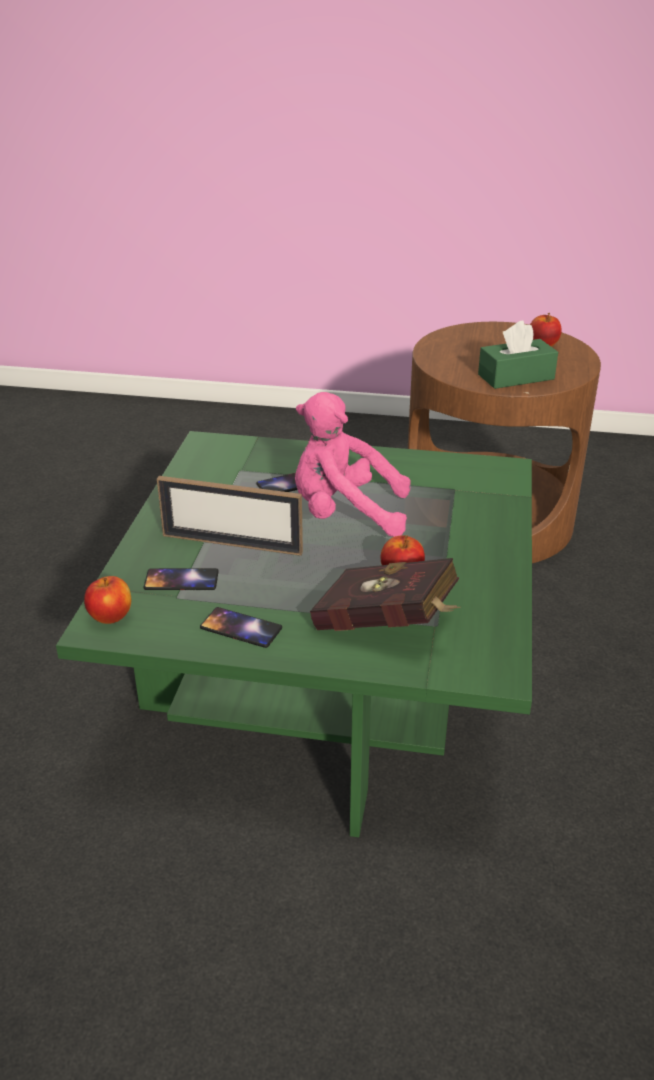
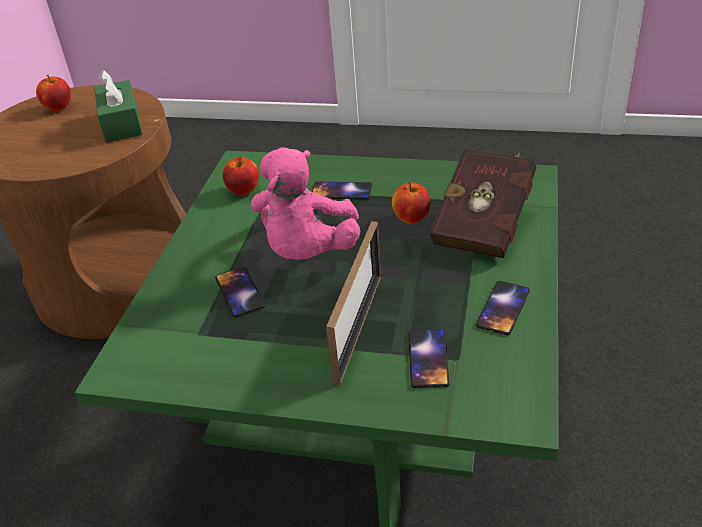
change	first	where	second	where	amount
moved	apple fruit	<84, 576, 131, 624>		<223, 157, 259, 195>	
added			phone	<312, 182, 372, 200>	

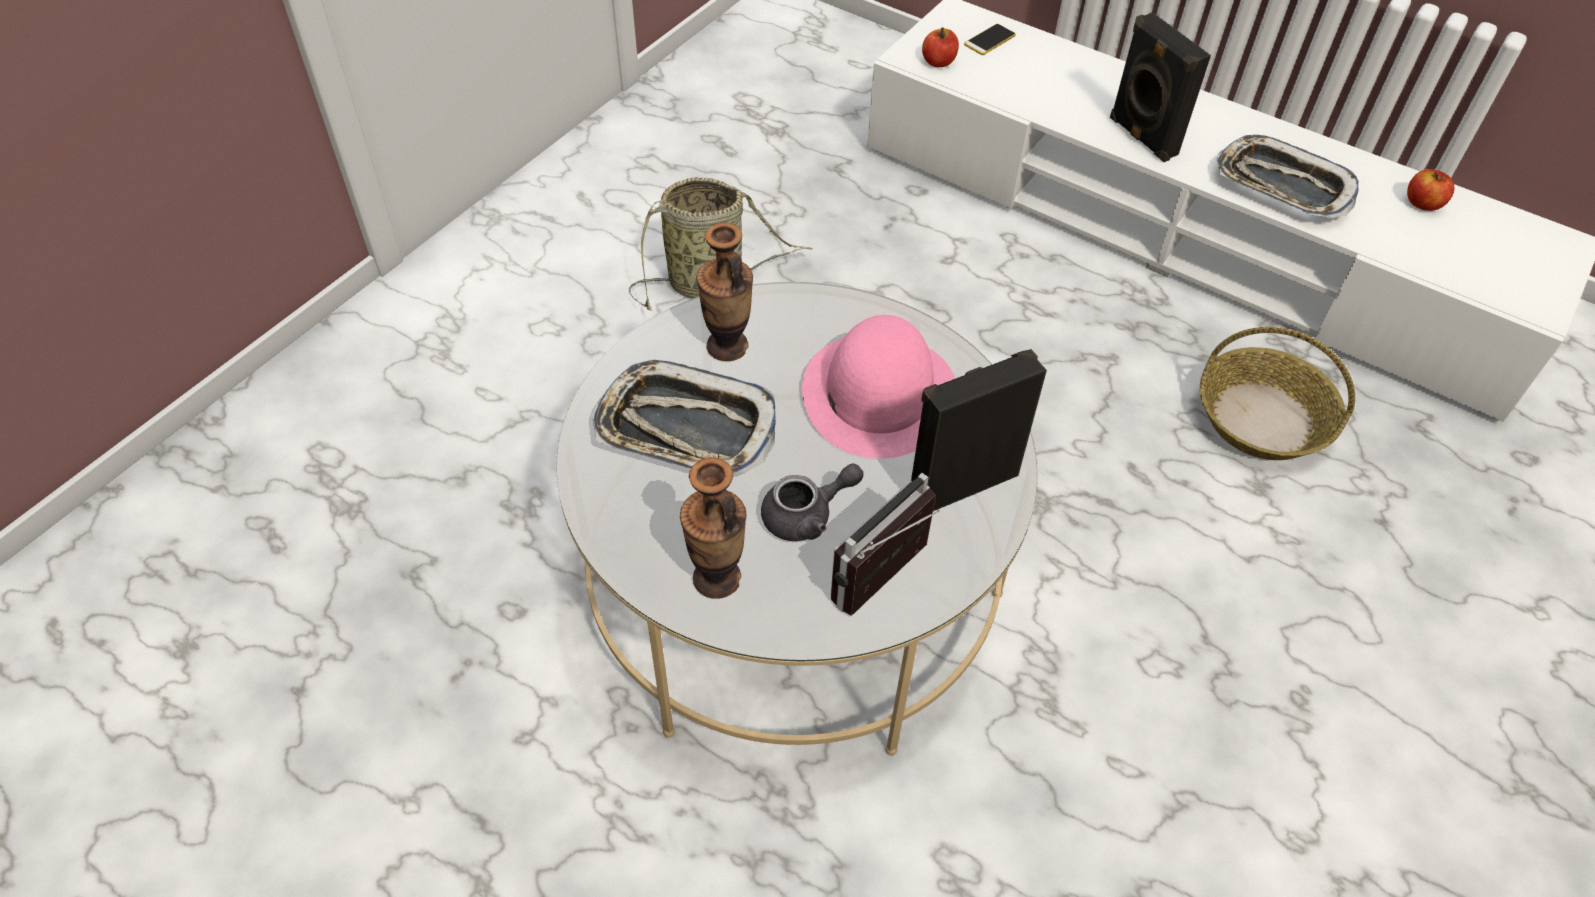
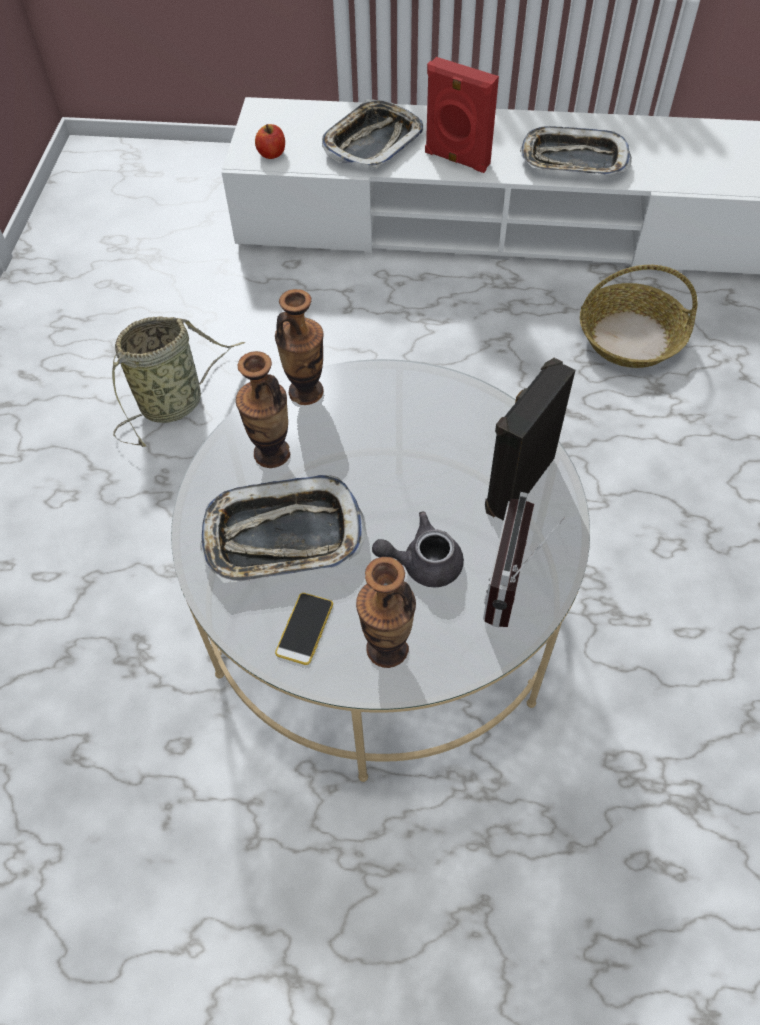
change	first	where	second	where	amount
added			flower vase	<275, 289, 323, 405>	
moved	phone	<964, 24, 1016, 55>		<275, 593, 333, 665>	
added			serving tray	<322, 99, 423, 168>	
turned	greyish pot for tea	<761, 464, 863, 541>		<372, 512, 464, 587>	135 degrees counterclockwise
recoloured	blackish speaker	<1110, 12, 1211, 162>	red speaker	<425, 57, 499, 173>	
removed	pinkish hat	<802, 315, 955, 459>			
removed	apple fruit	<1407, 169, 1454, 211>			

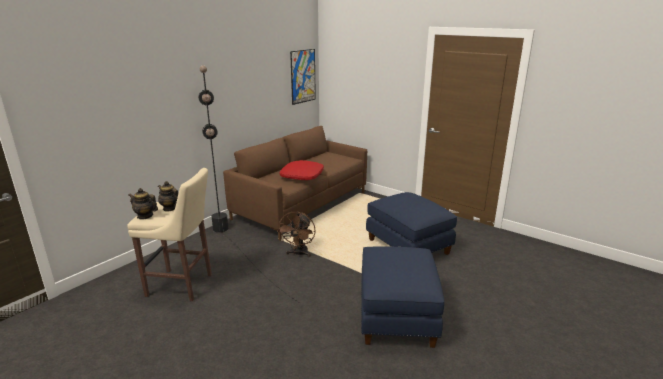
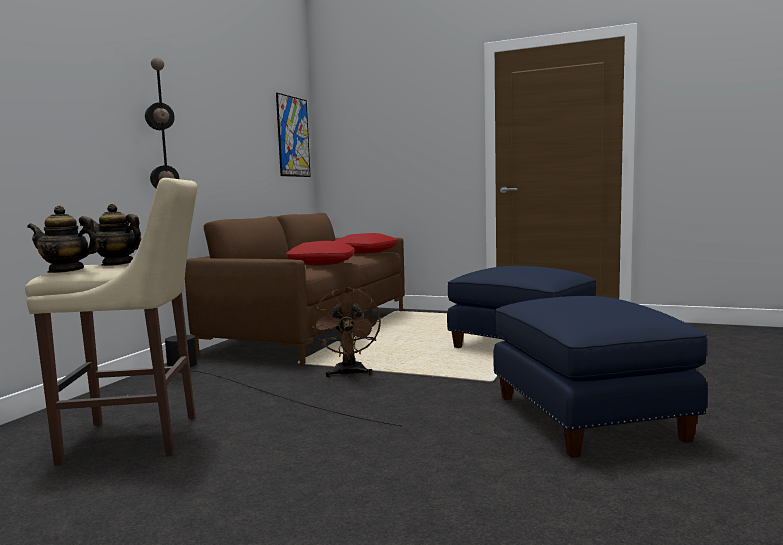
change	first	where	second	where	amount
added			red pillow	<335, 233, 398, 254>	

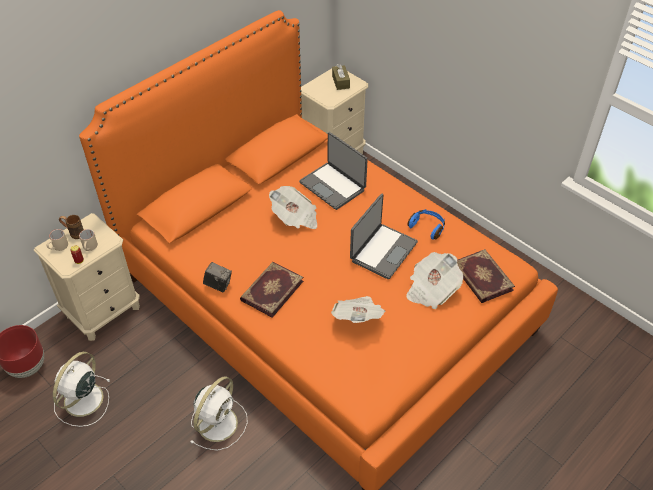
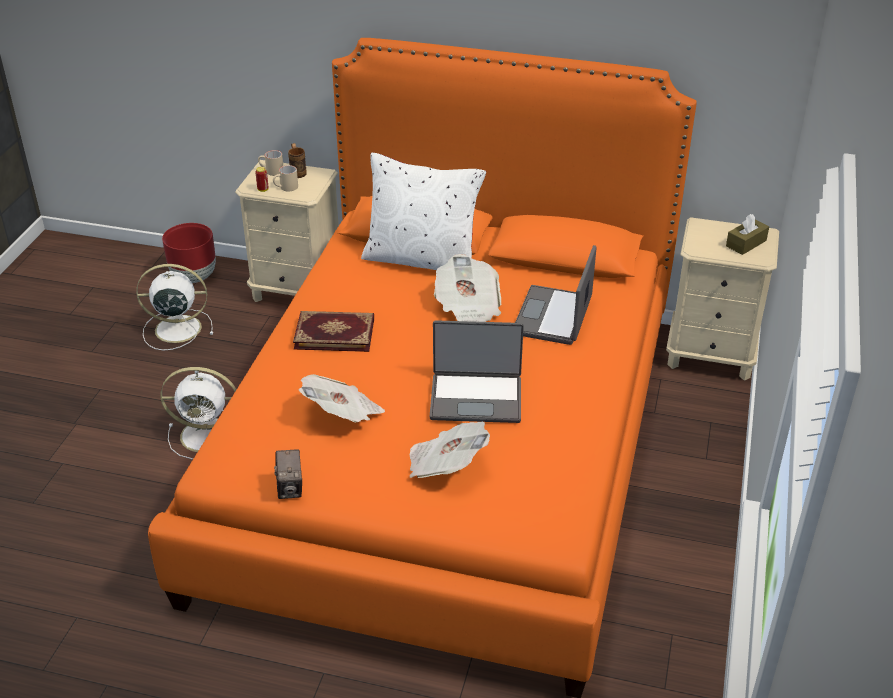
change	first	where	second	where	amount
moved	photo camera	<203, 262, 232, 292>		<274, 449, 302, 499>	
added			white pillow	<361, 153, 486, 270>	
removed	blue headset	<408, 209, 445, 240>			
removed	book	<457, 249, 515, 303>			

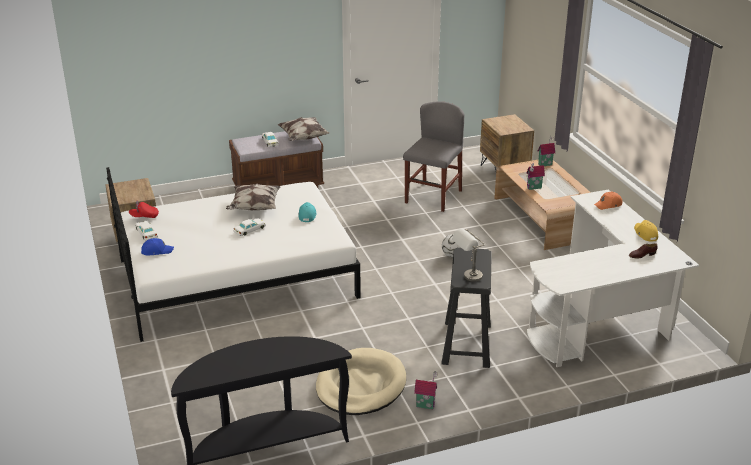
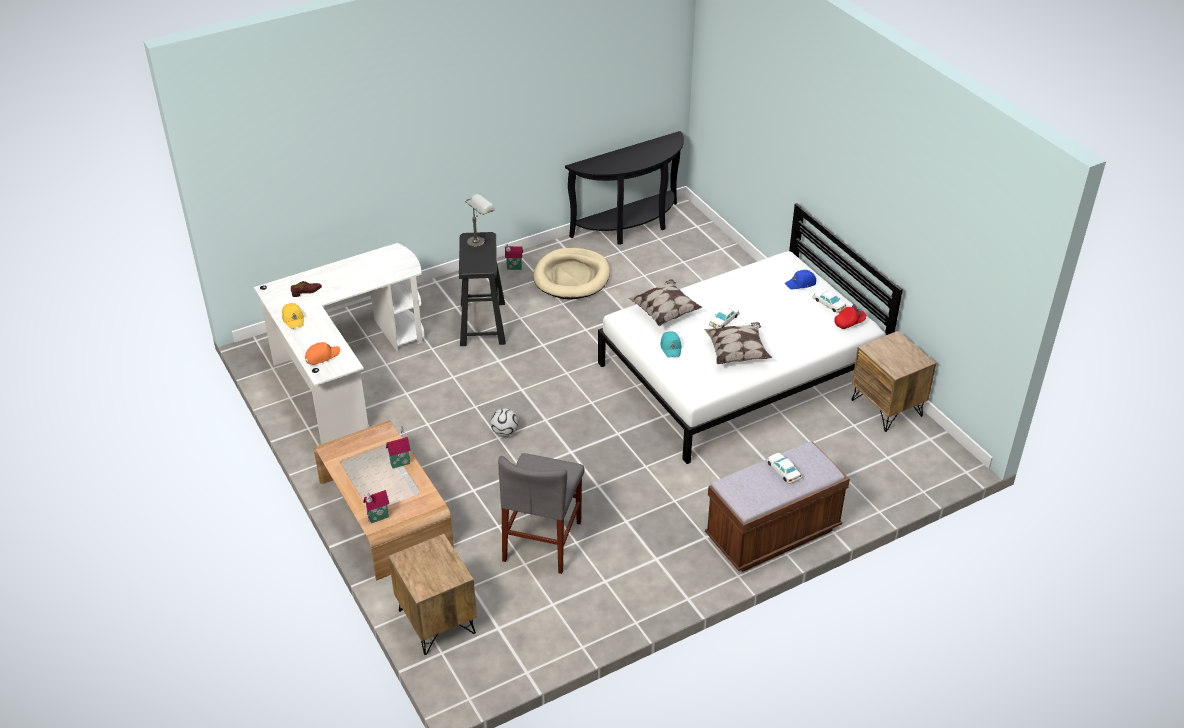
change	first	where	second	where	amount
moved	pillow	<277, 117, 329, 141>		<628, 279, 702, 326>	

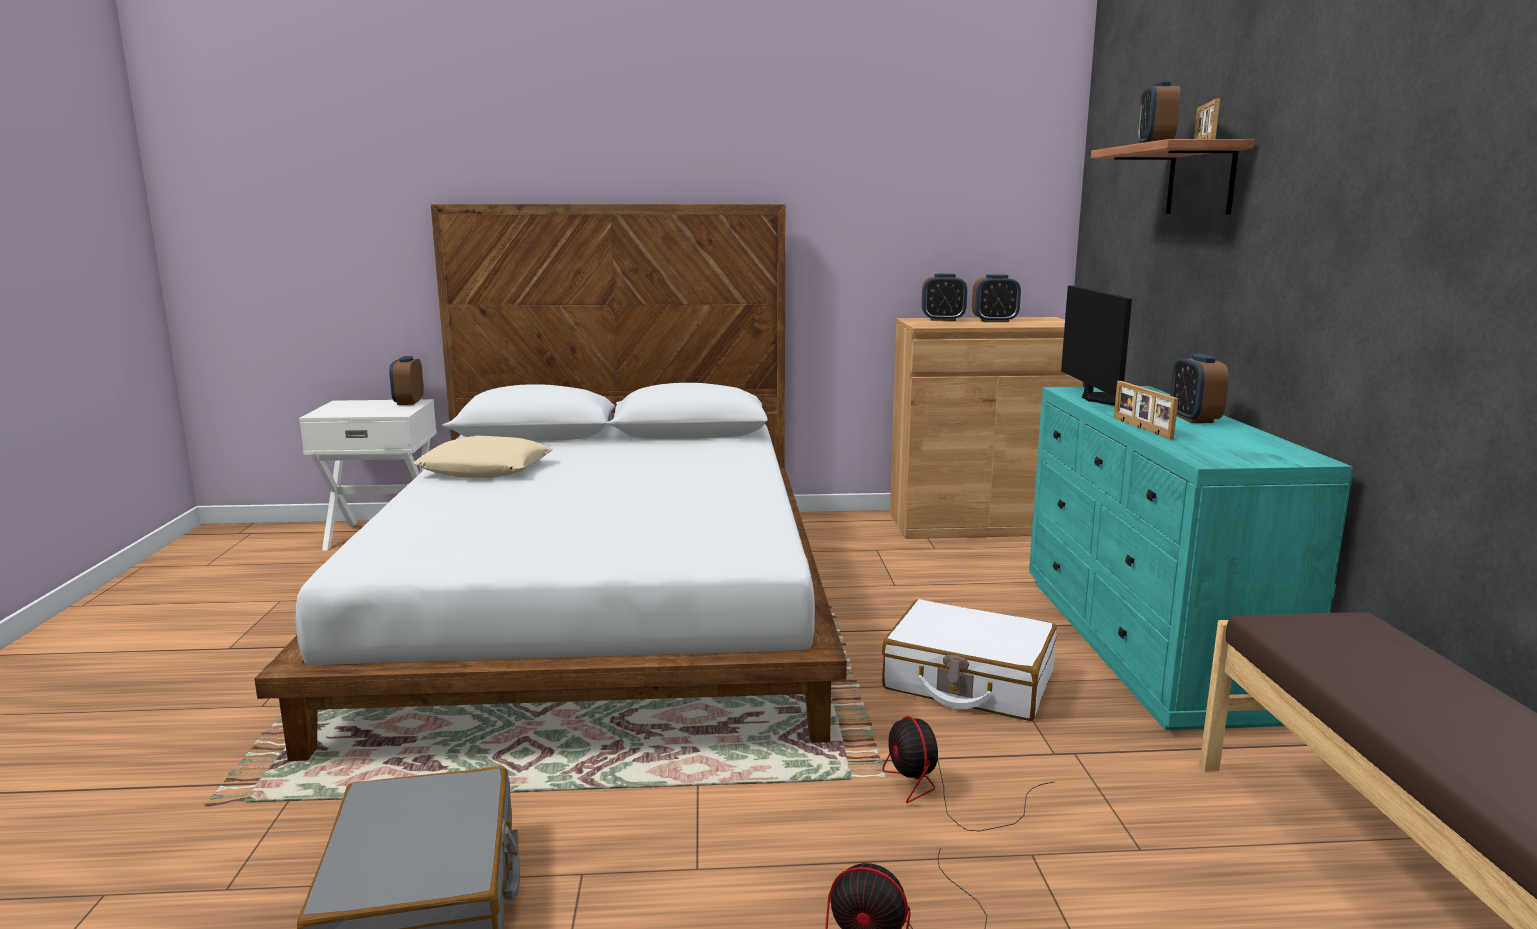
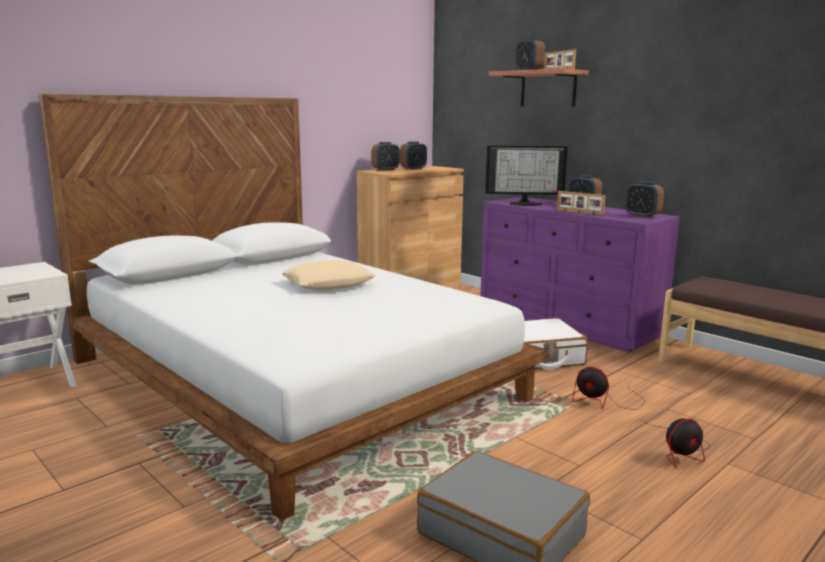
change	first	where	second	where	amount
moved	beige-coloured pillow	<413, 436, 553, 478>		<281, 260, 376, 291>	
recoloured	blue-green chest of drawers	<1029, 386, 1353, 730>	purplish chest of drawers	<481, 196, 680, 353>	
turned	monitor	<1061, 286, 1132, 406>		<485, 145, 568, 206>	135 degrees clockwise
moved	bedside clock	<389, 356, 424, 405>		<625, 181, 664, 218>	

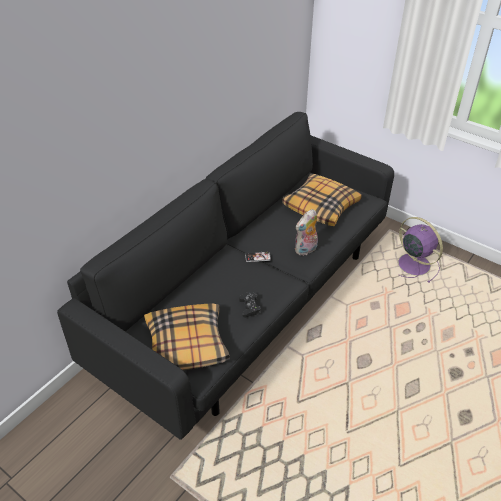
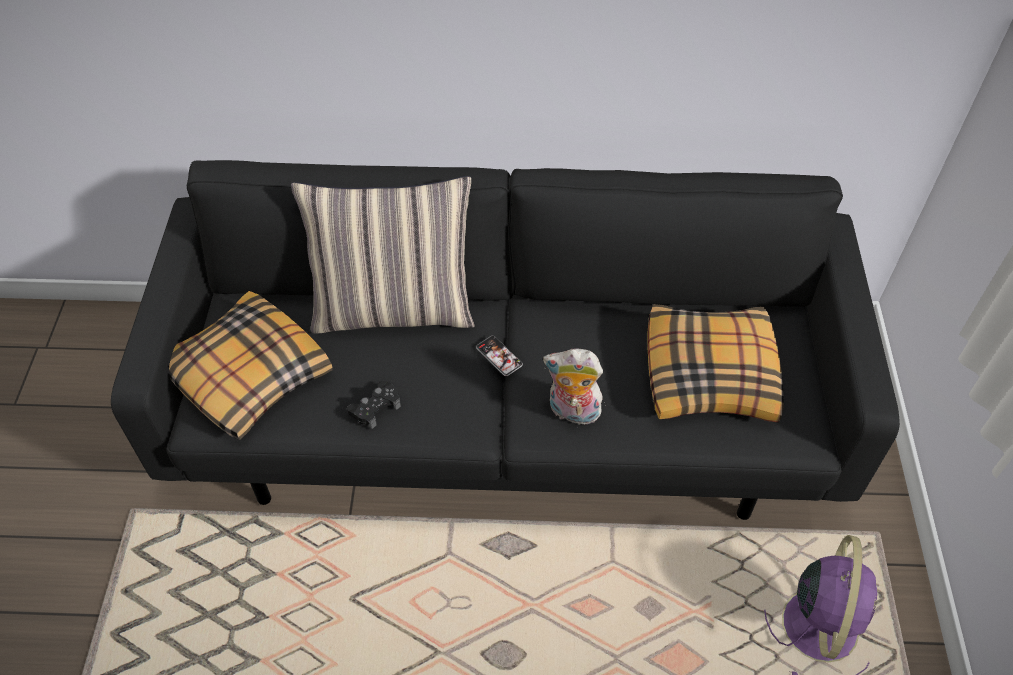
change	first	where	second	where	amount
added			pillow	<291, 176, 475, 334>	

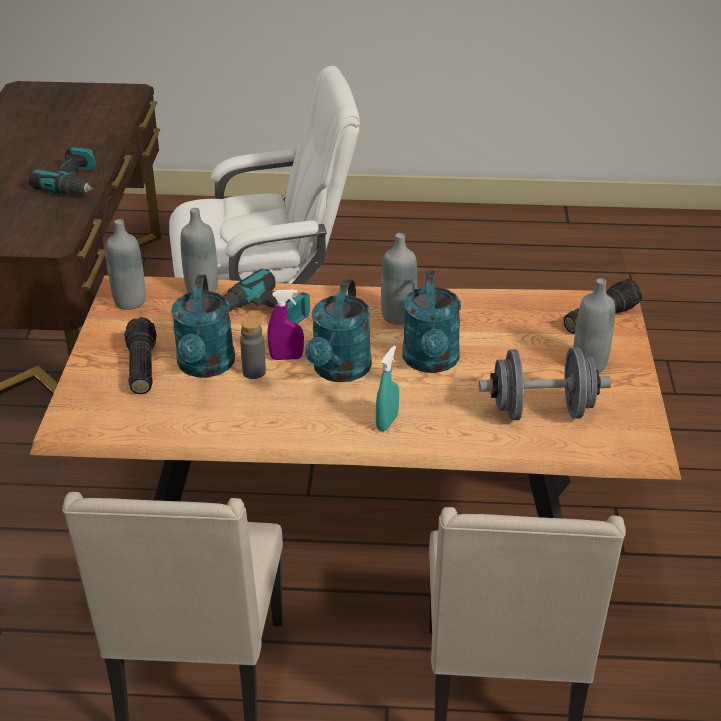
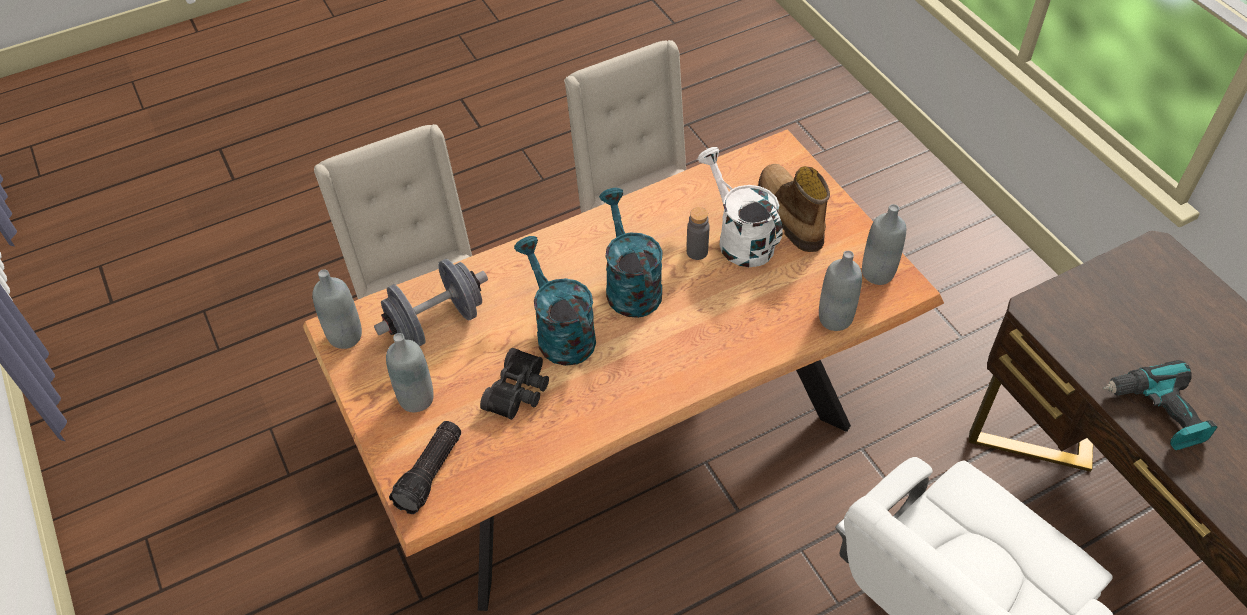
change	first	where	second	where	amount
moved	greyish beverage bottle	<381, 233, 417, 325>		<312, 269, 362, 349>	
added			blackish binoculars	<480, 348, 549, 420>	
recoloured	blue-green watering can	<171, 275, 235, 378>	white watering can	<697, 147, 783, 267>	
replaced	flashlight	<124, 317, 157, 394>	high-top boot	<758, 164, 830, 252>	
removed	drill	<223, 269, 310, 324>			
removed	purplish spray bottle	<268, 289, 304, 360>			
removed	blue-green spray bottle	<376, 345, 399, 431>			

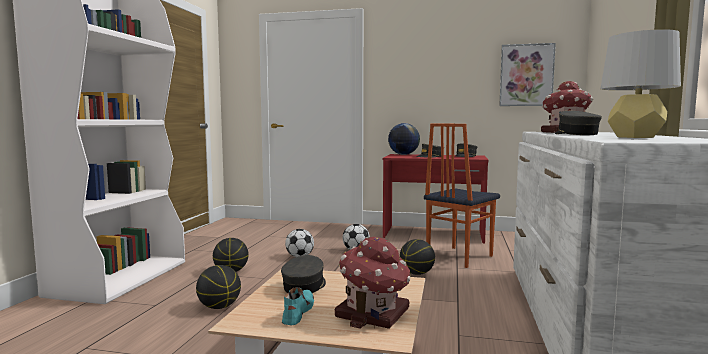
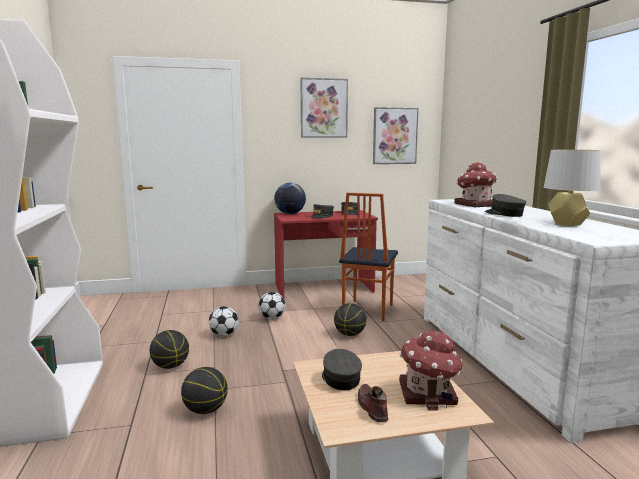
change	first	where	second	where	amount
added			picture	<301, 77, 348, 138>	
recoloured	blue-green shoe	<282, 287, 314, 325>	brown shoe	<358, 384, 388, 422>	

